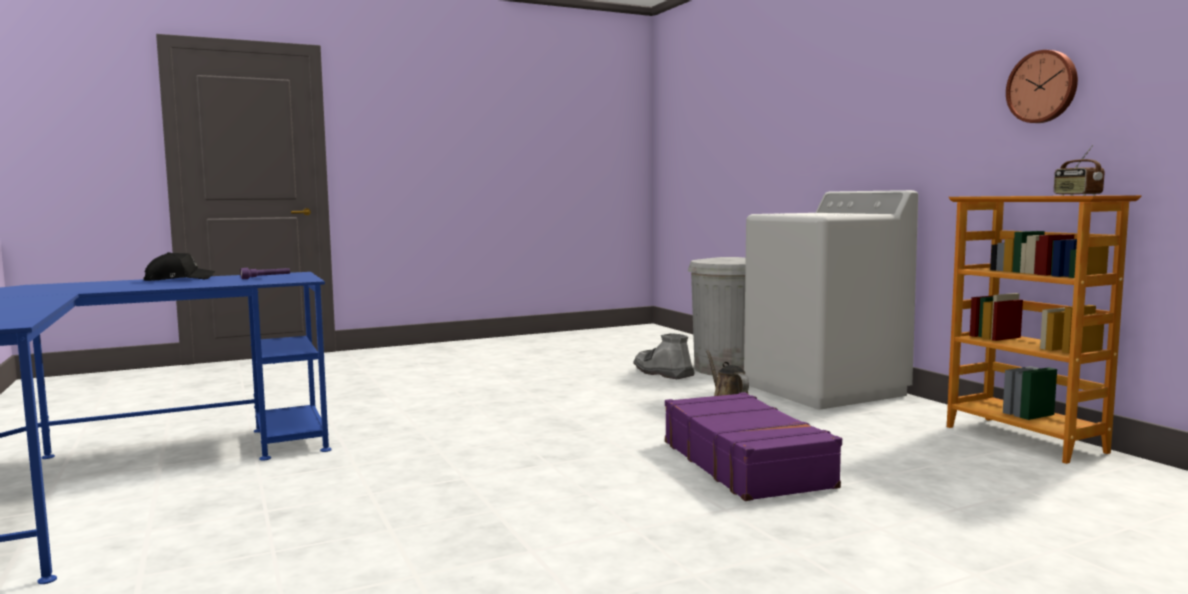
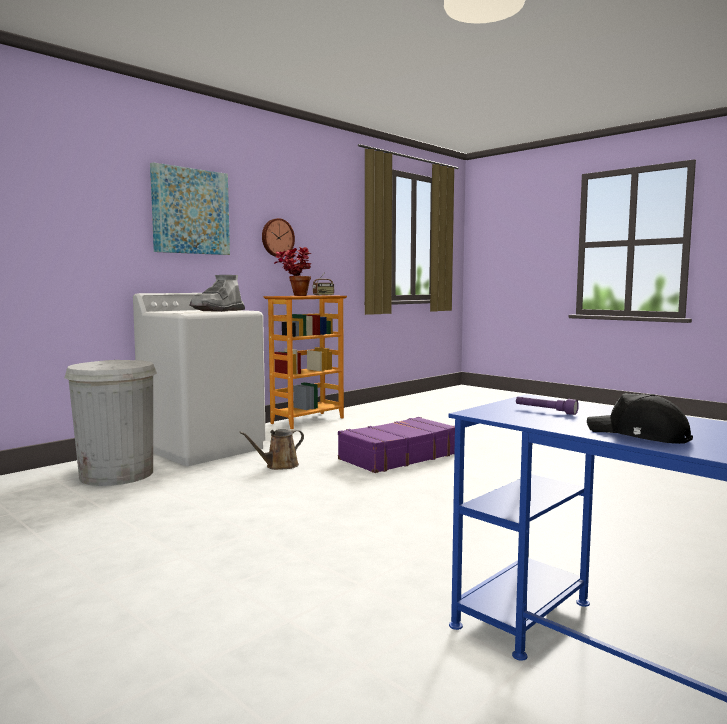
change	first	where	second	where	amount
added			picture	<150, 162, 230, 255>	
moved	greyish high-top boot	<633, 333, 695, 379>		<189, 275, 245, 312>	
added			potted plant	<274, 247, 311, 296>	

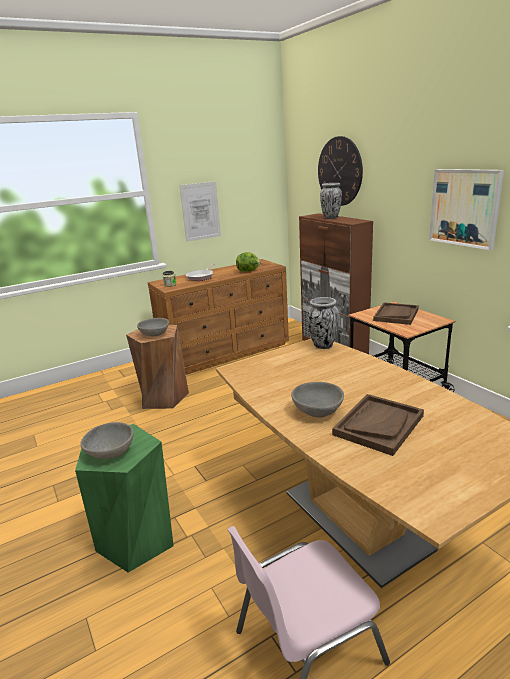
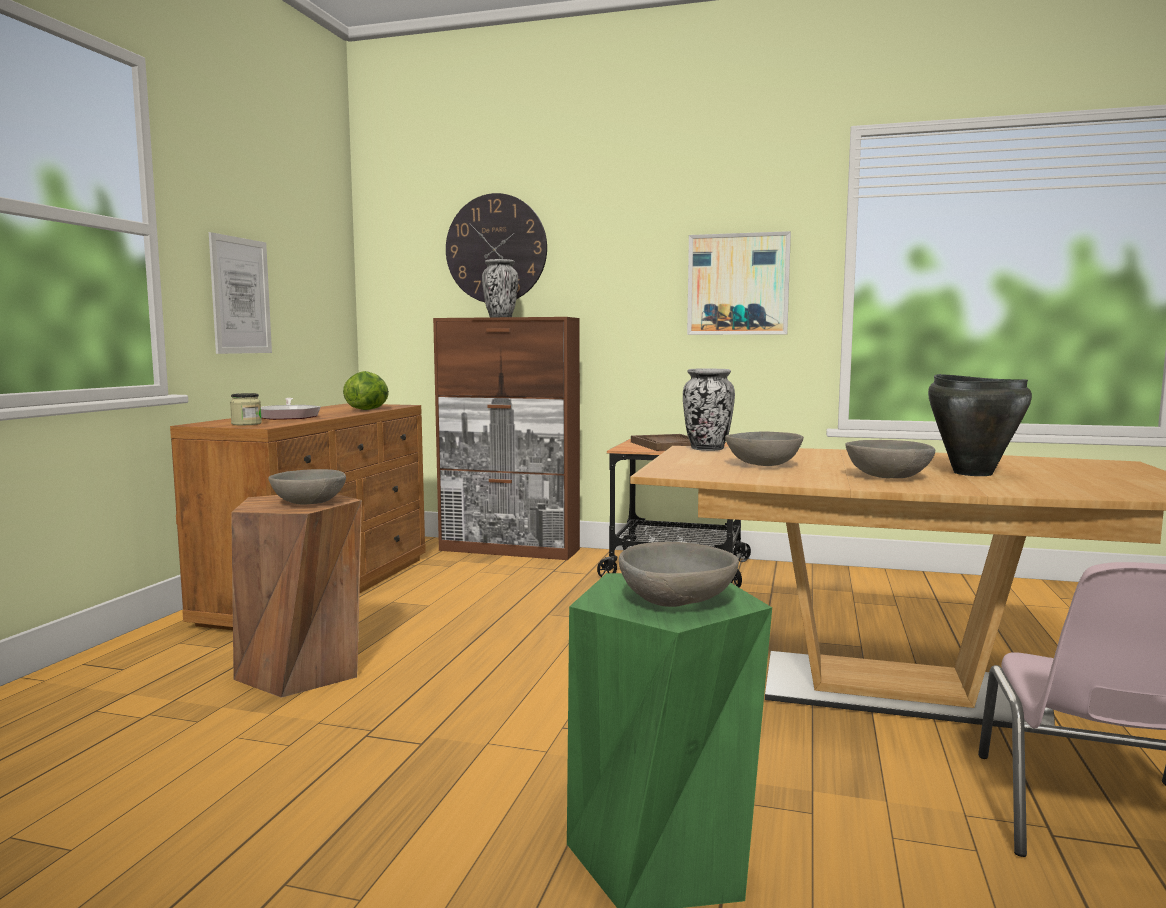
change	first	where	second	where	amount
added			greyish bowl	<725, 431, 804, 466>	
replaced	brown serving tray	<332, 394, 424, 456>	blackish saucepot	<928, 374, 1032, 476>	

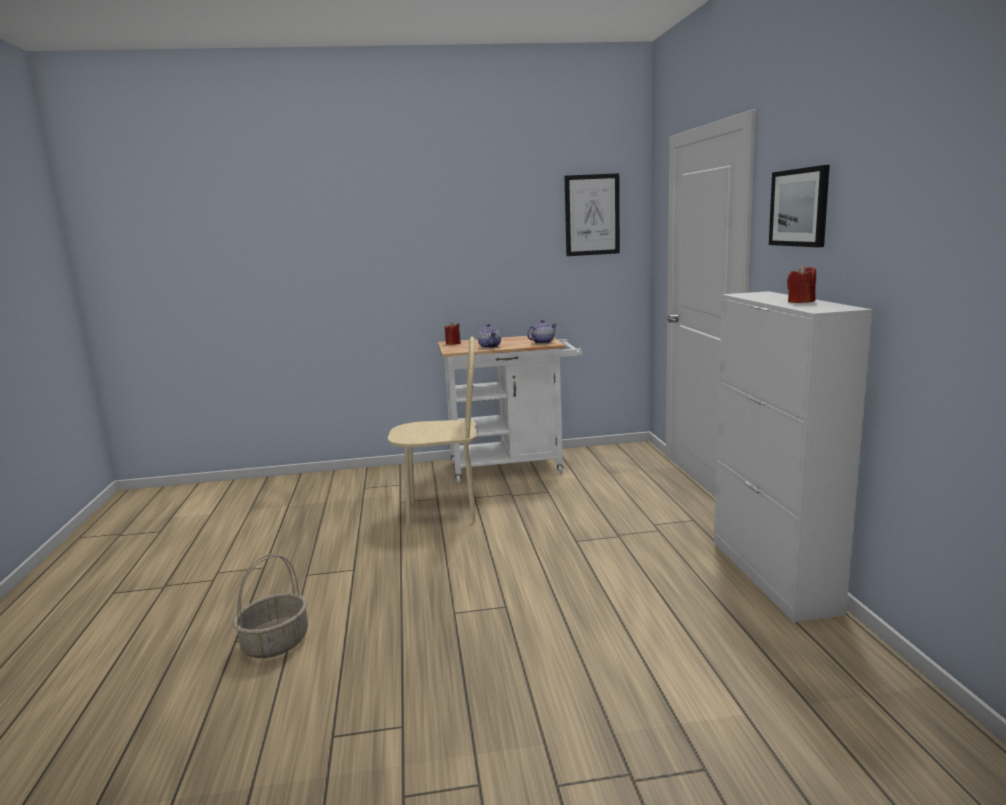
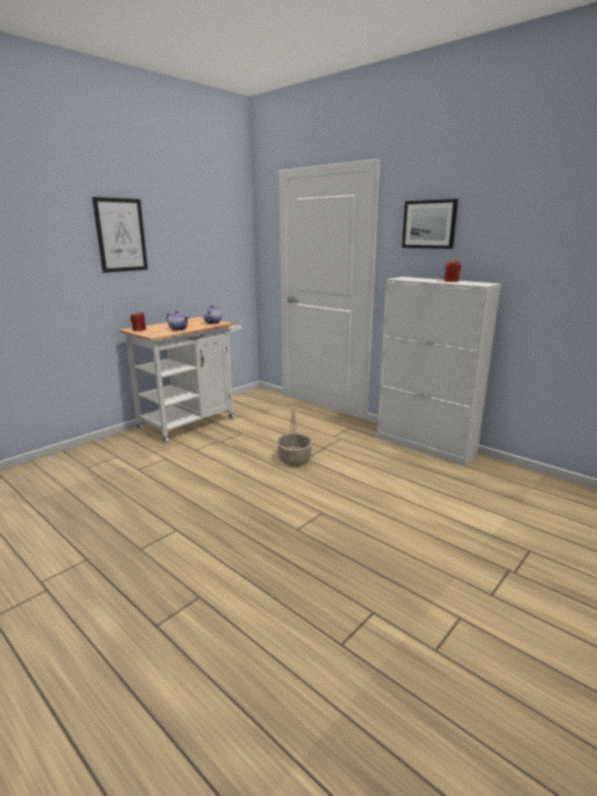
change	first	where	second	where	amount
moved	picture	<565, 173, 620, 256>		<92, 197, 148, 273>	
moved	basket	<233, 554, 308, 658>		<277, 409, 313, 466>	
removed	beige-coloured upright chair	<388, 337, 477, 526>			

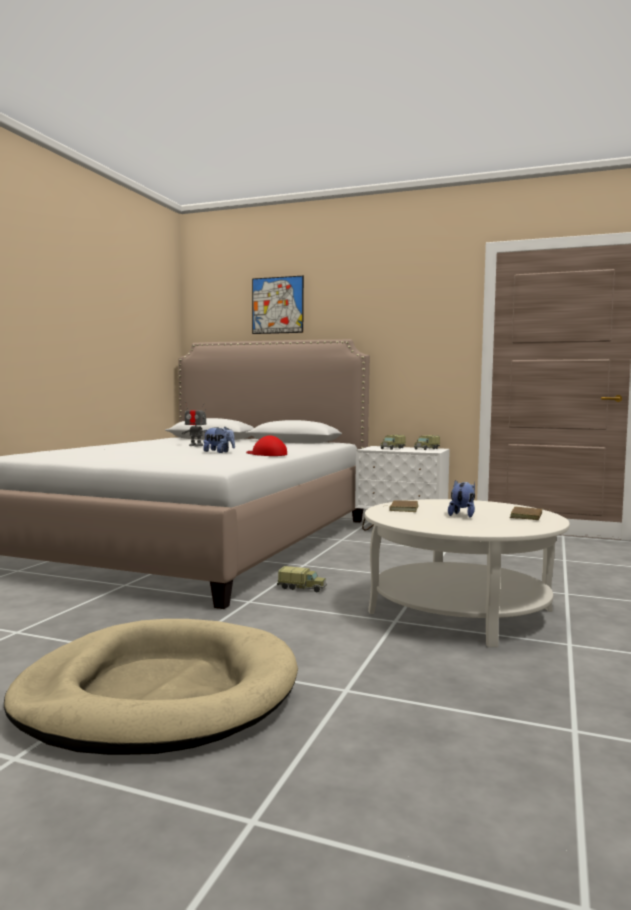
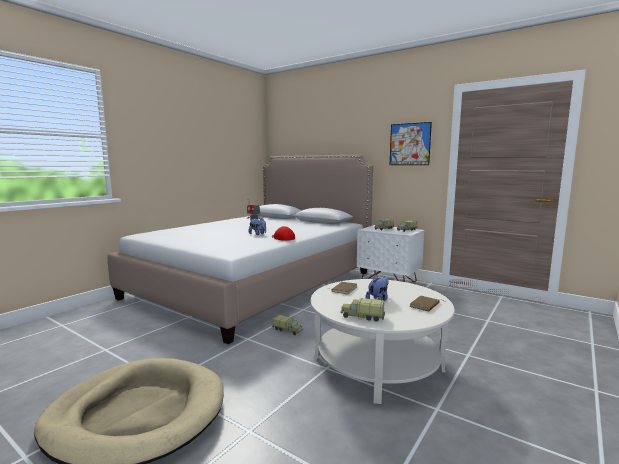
change	first	where	second	where	amount
added			toy truck	<341, 298, 385, 322>	
moved	picture	<252, 276, 304, 334>		<390, 122, 432, 165>	

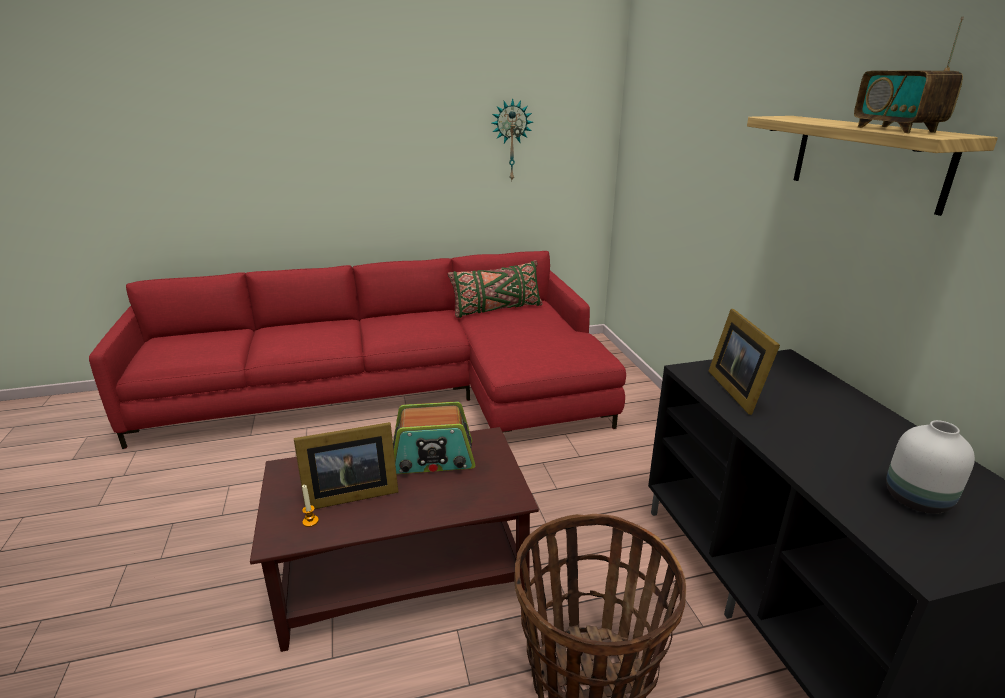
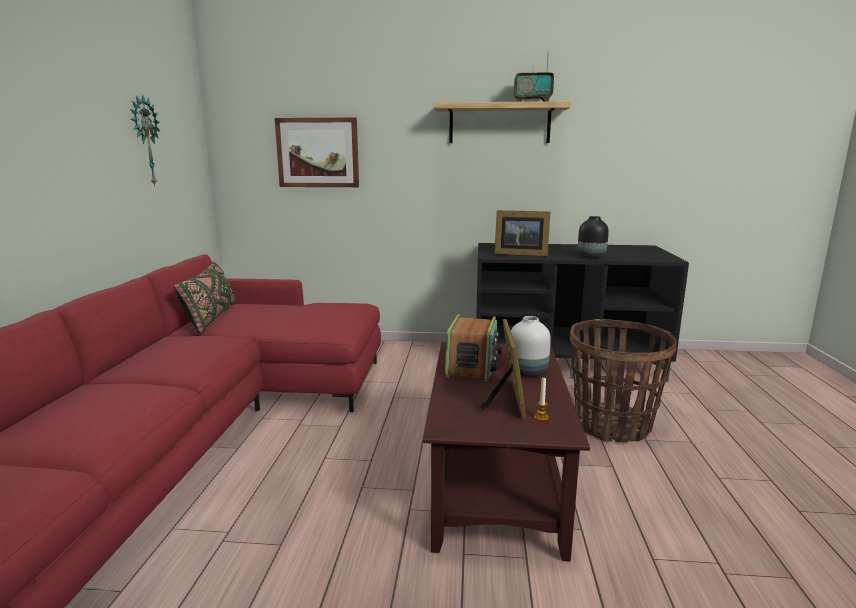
change	first	where	second	where	amount
added			picture	<275, 117, 359, 187>	
moved	white flower vase	<886, 420, 975, 514>		<508, 316, 551, 377>	
added			blackish flower vase	<578, 216, 609, 258>	

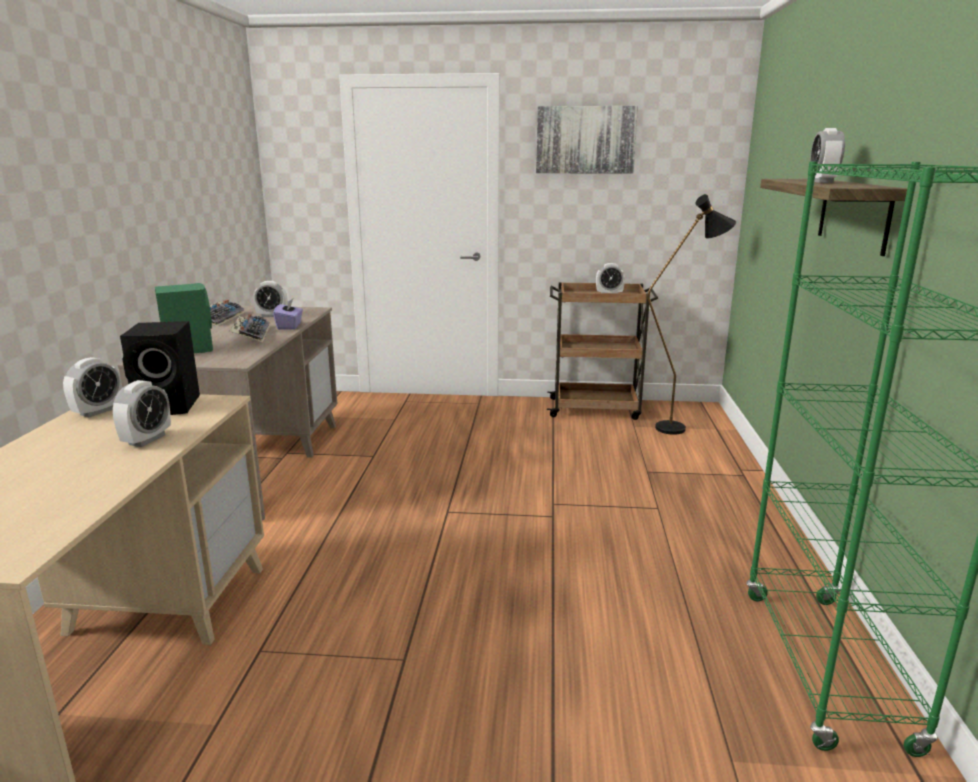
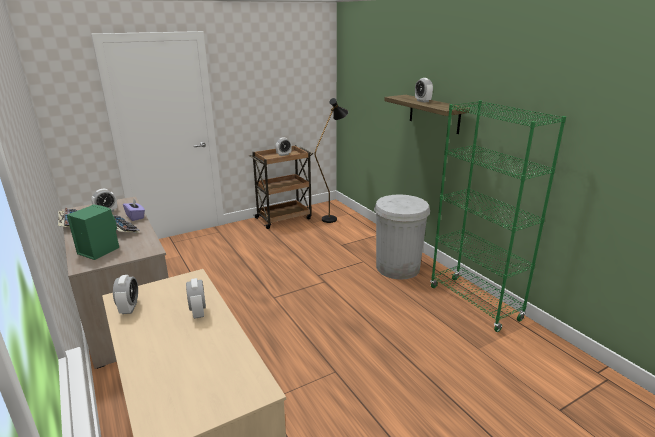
change	first	where	second	where	amount
added			white rubbish bin	<374, 194, 430, 280>	
removed	blackish speaker	<120, 321, 200, 415>			
removed	picture	<536, 106, 638, 174>			

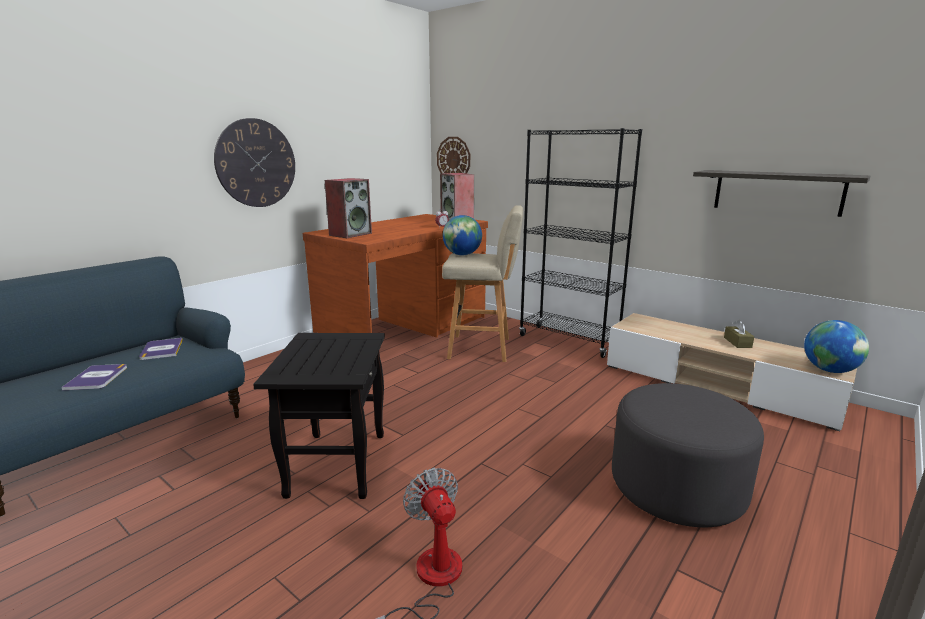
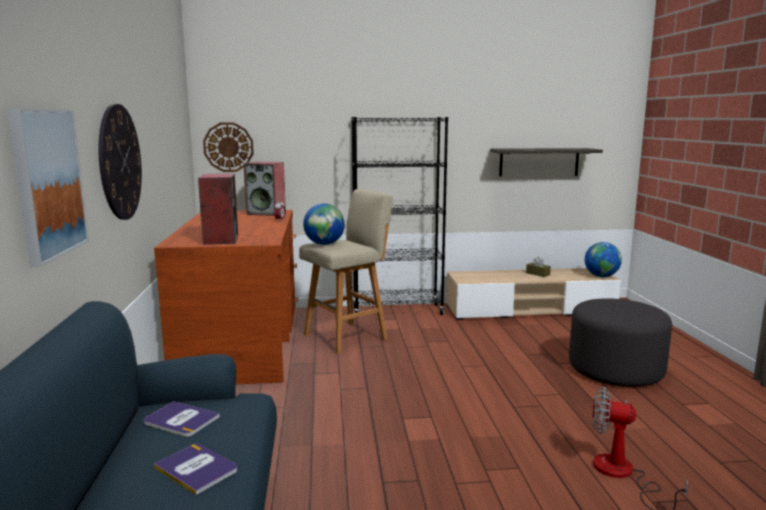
change	first	where	second	where	amount
added			picture	<7, 109, 89, 267>	
removed	blackish side table	<253, 333, 385, 499>			

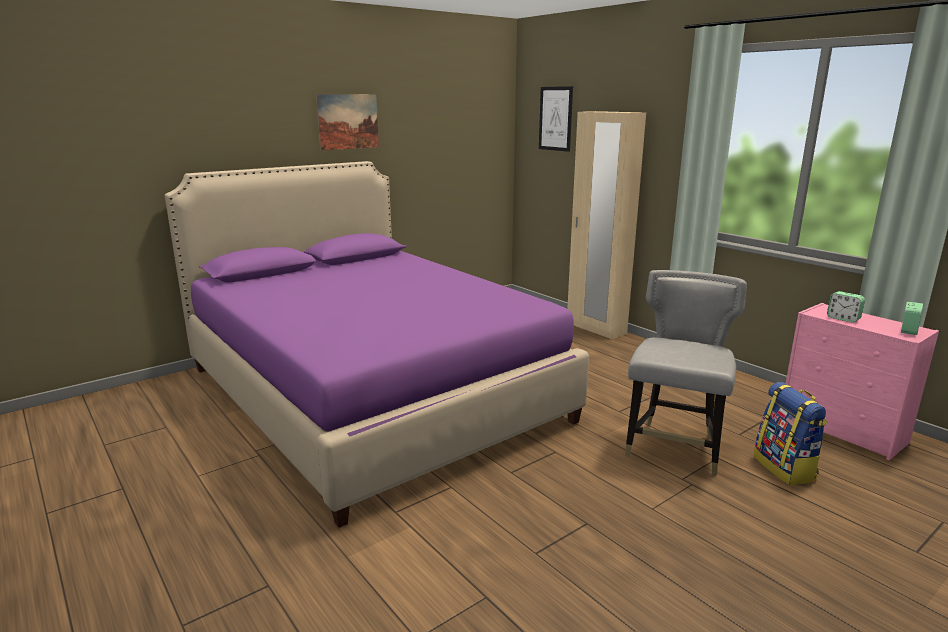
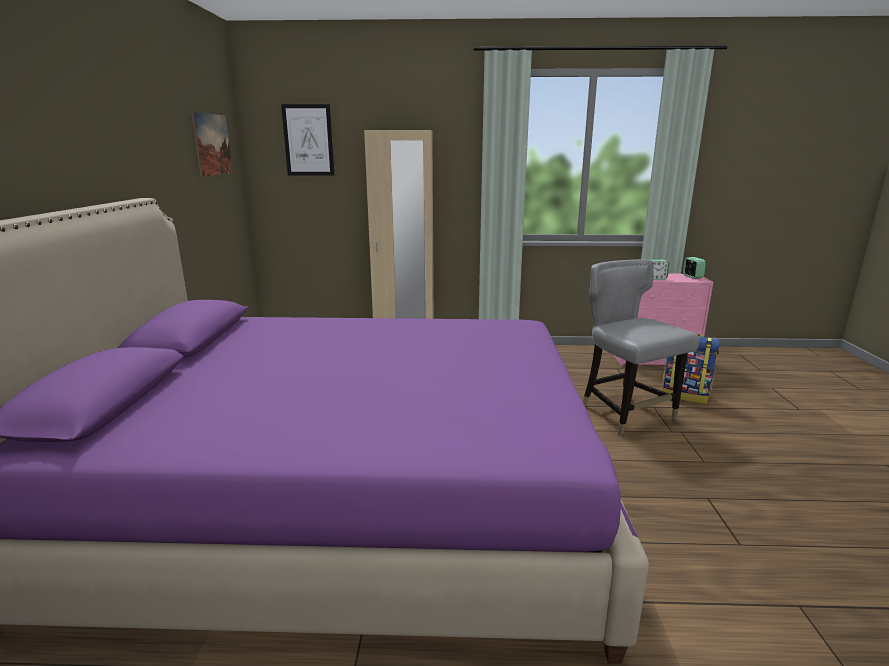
change	first	where	second	where	amount
moved	picture	<316, 94, 379, 150>		<191, 112, 233, 177>	

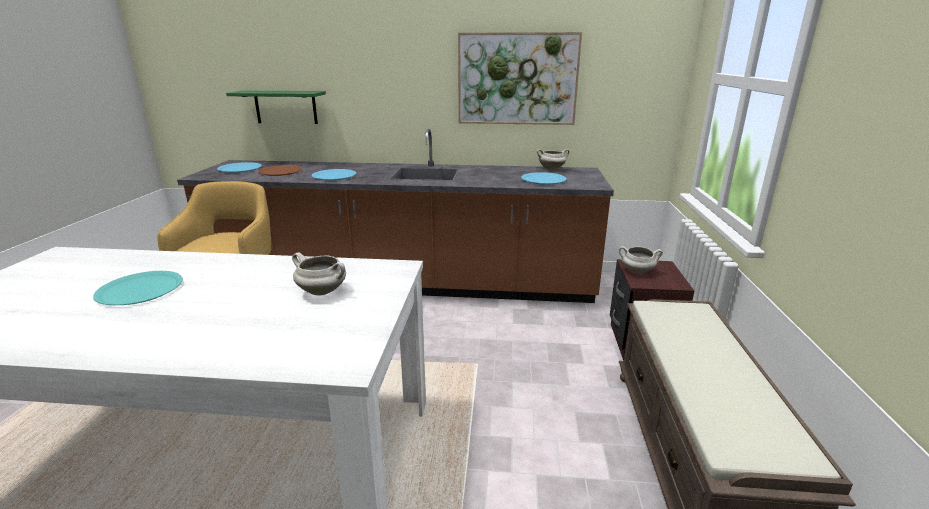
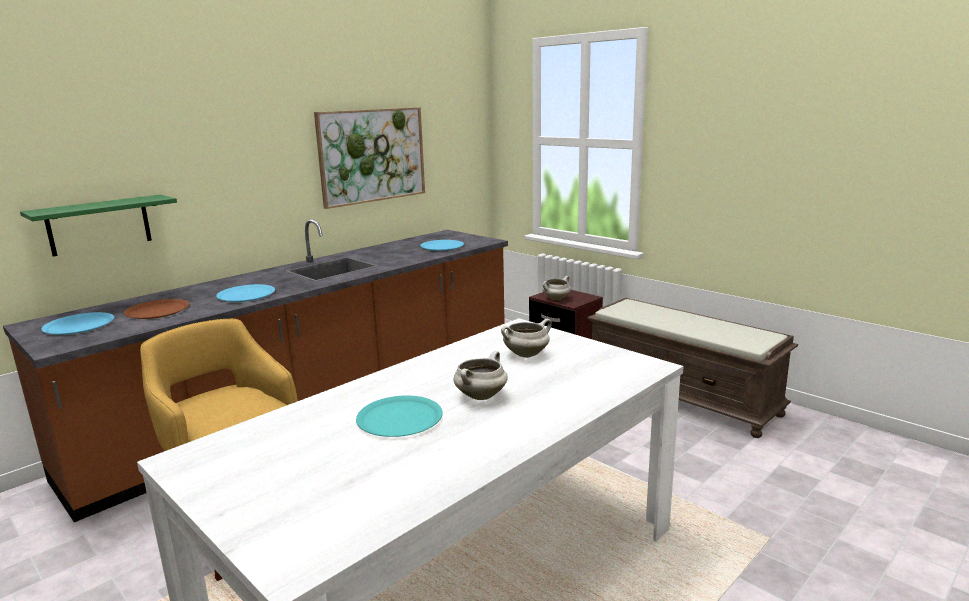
change	first	where	second	where	amount
moved	white saucepot	<537, 149, 569, 170>		<453, 351, 508, 400>	

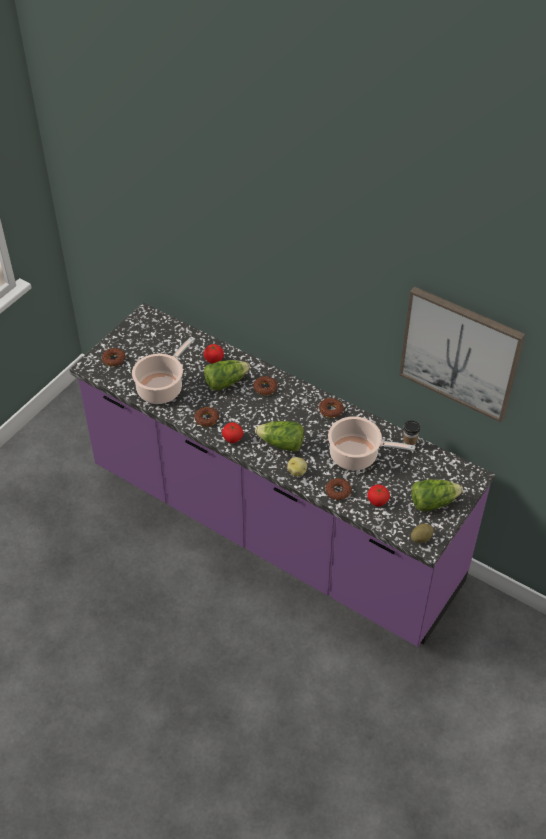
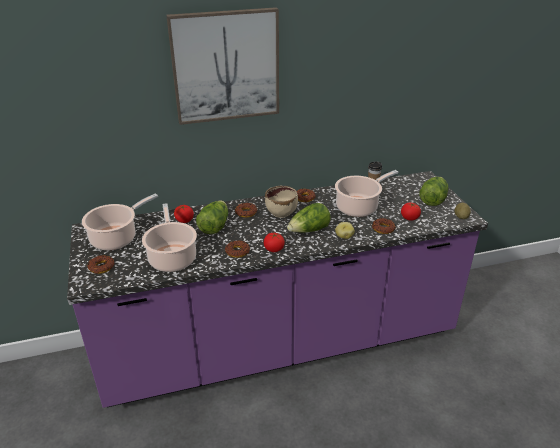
change	first	where	second	where	amount
added			saucepot	<82, 194, 158, 250>	
moved	picture	<399, 286, 525, 422>		<166, 7, 279, 125>	
added			beige-coloured bowl	<265, 186, 298, 218>	

